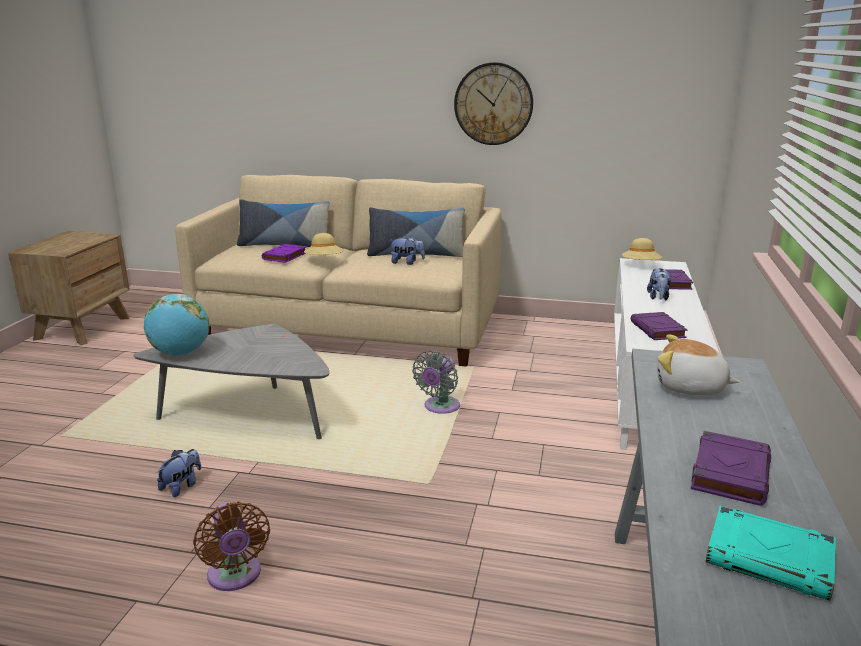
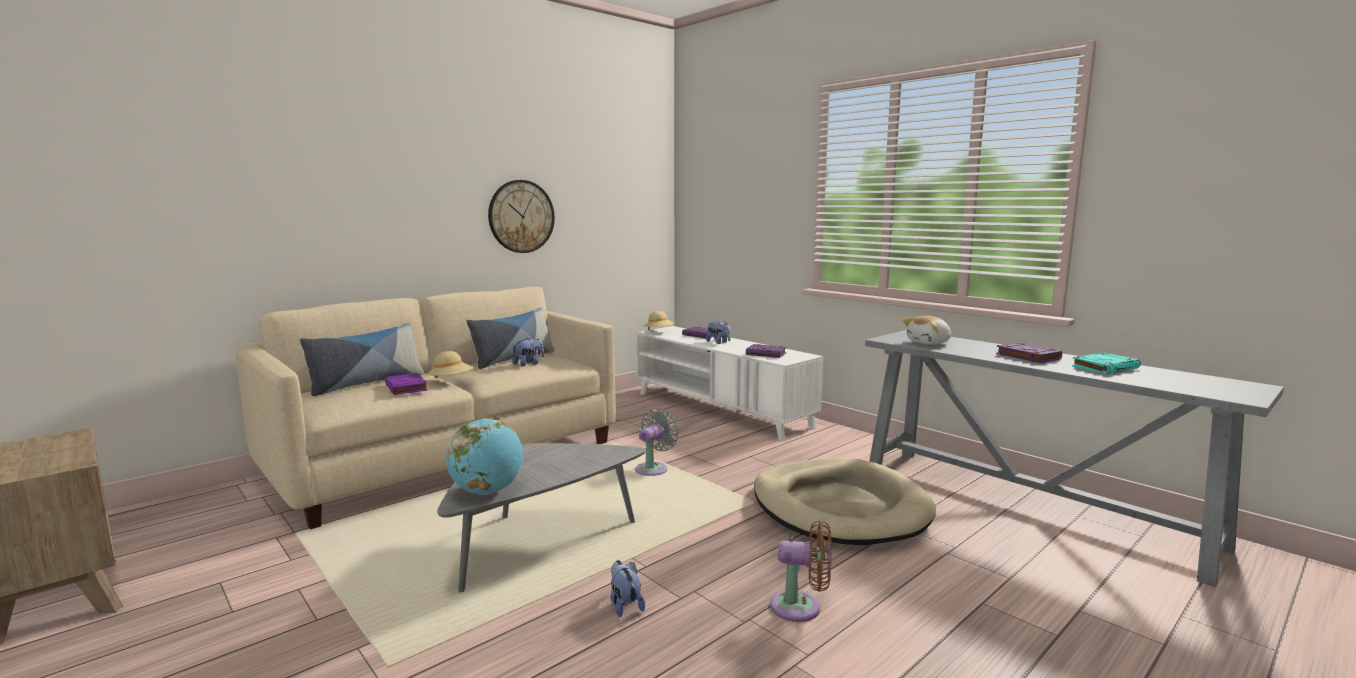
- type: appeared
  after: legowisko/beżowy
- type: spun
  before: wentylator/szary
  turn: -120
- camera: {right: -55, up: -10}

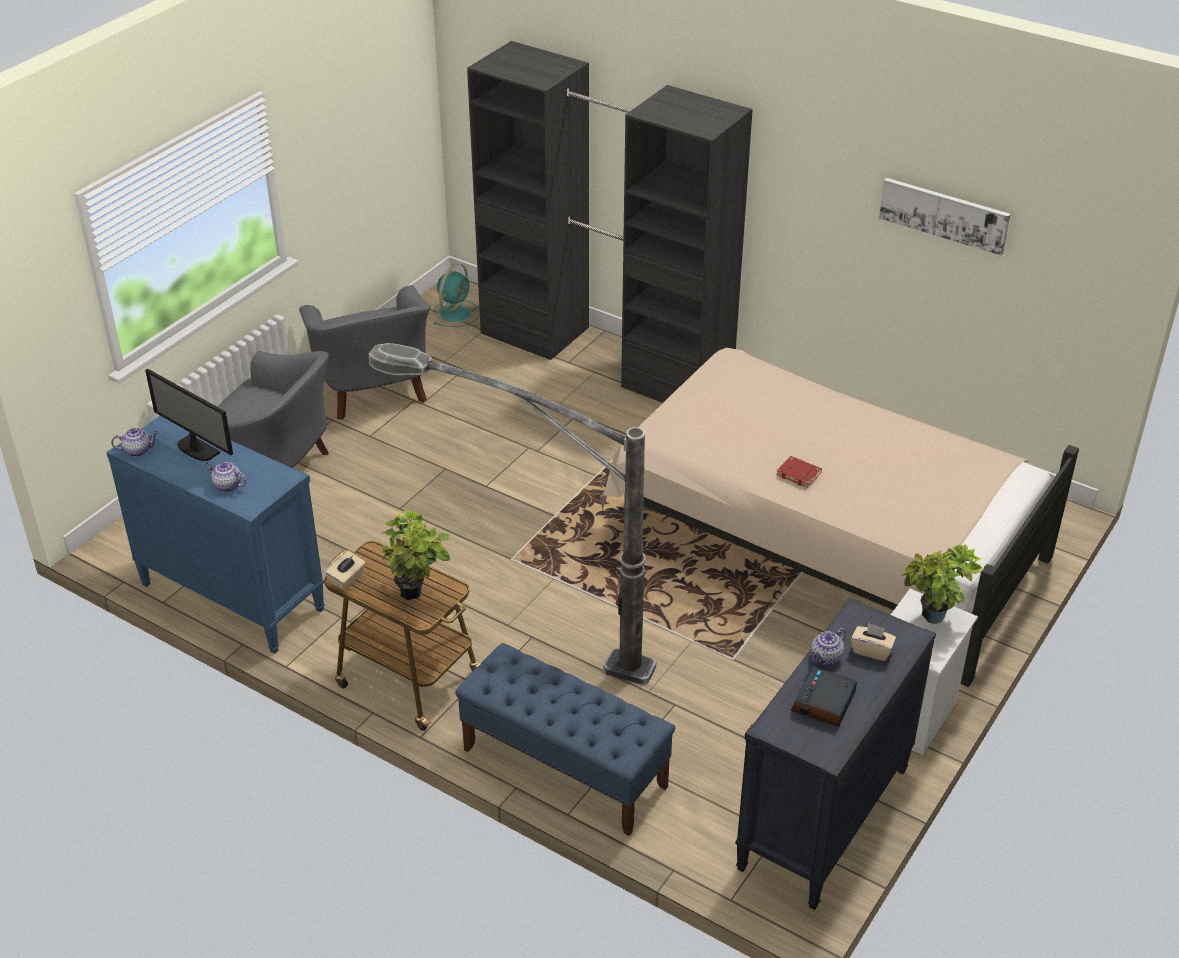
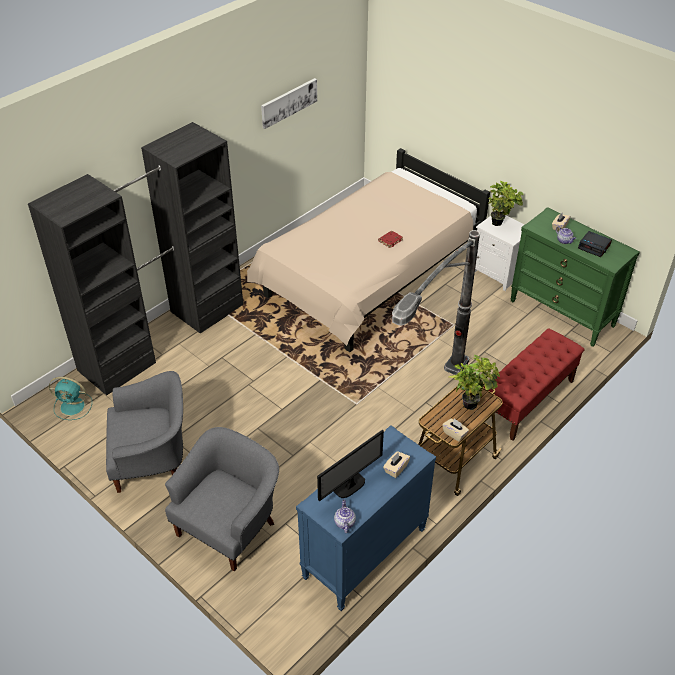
- type: exchanged
  before: imbryk (no. 2 from left)
  after: pudełko chusteczek/beżowy (no. 1 from left)
- type: colour
  before: ławka/niebieski
  after: ławka/czerwony
- type: colour
  before: komoda/czarny
  after: komoda/zielony
- type: spun
  before: wentylator/turkusowy
  turn: 150
- camera: {right: -80, up: 5}

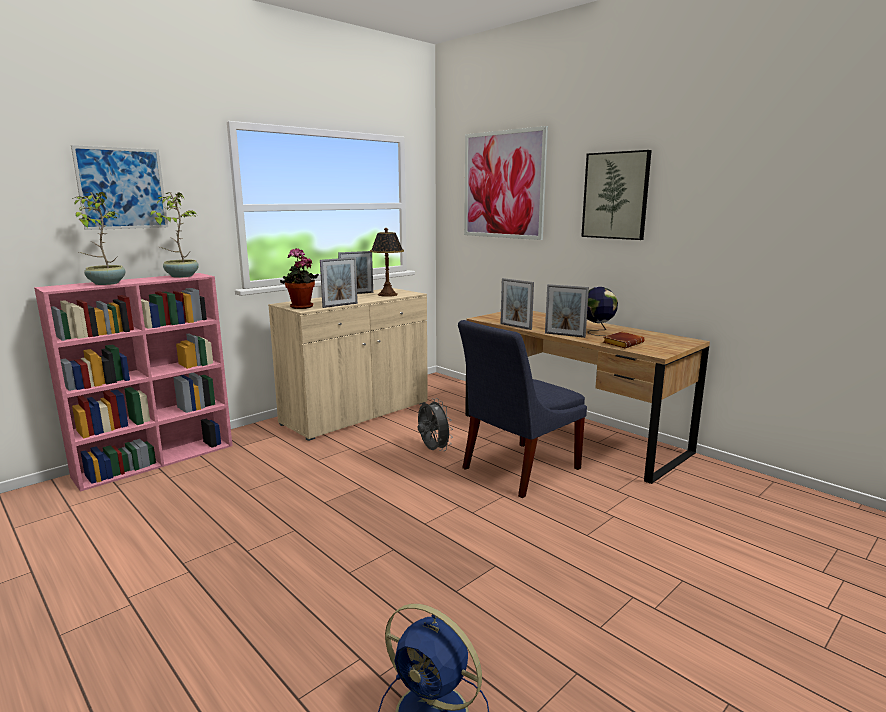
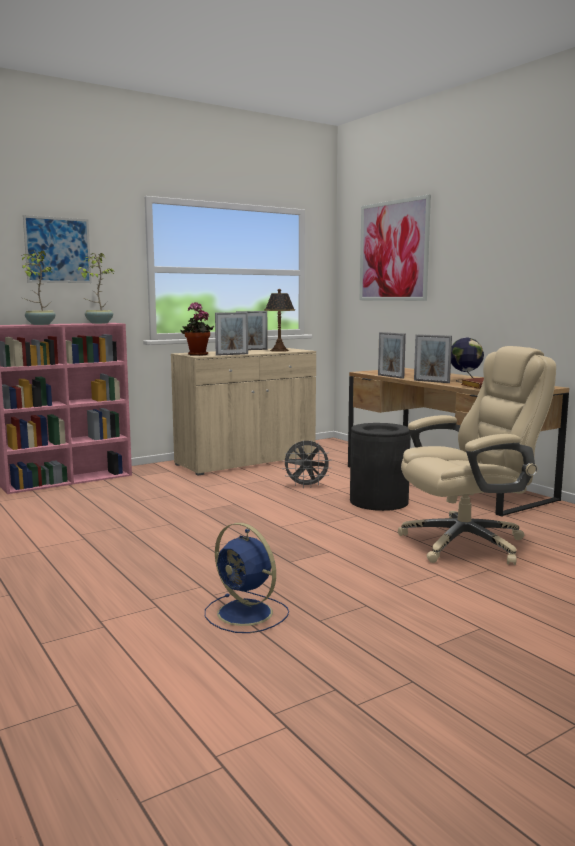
- type: missing
  before: obraz (no. 3 from left)
- type: appeared
  after: krzesło biurowe/beżowy
- type: exchanged
  before: krzesło/niebieski
  after: kosz na śmieci/czarny
- type: spun
  before: wentylator/szary
  turn: 105
- camera: {right: 10, up: -5}

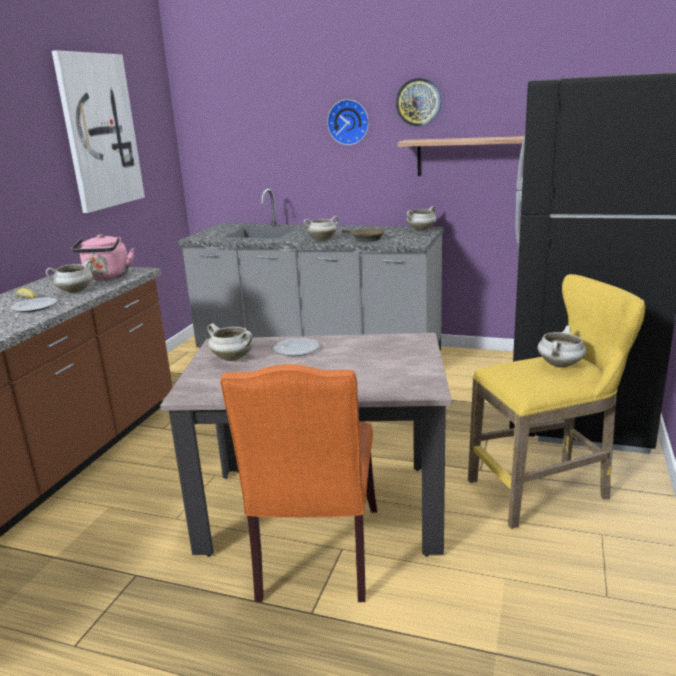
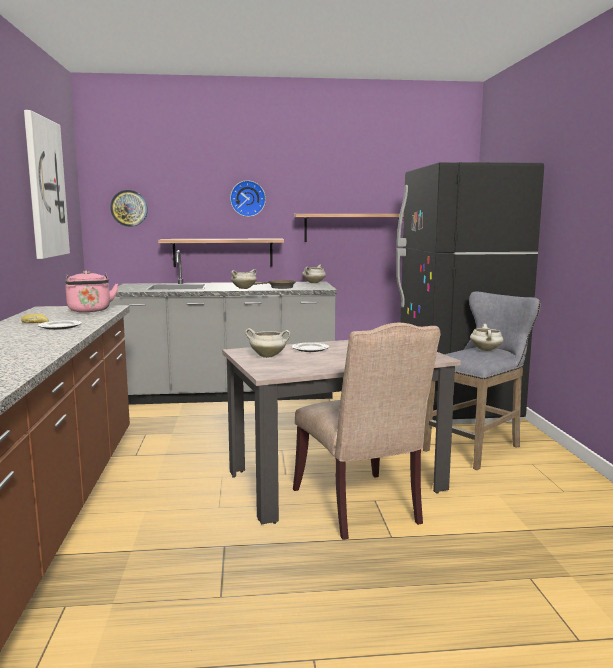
- type: missing
  before: garnek/biały (no. 1 from left)
- type: appeared
  after: półka (no. 1 from left)
- type: relocated
  before: zegar ścienny (no. 2 from left in the first image)
  after: zegar ścienny (no. 1 from left)
- type: colour
  before: krzesło/pomarańczowy
  after: krzesło/beżowy
- type: colour
  before: stołek/żółty
  after: stołek/szary
- camera: {right: -25, up: -10}

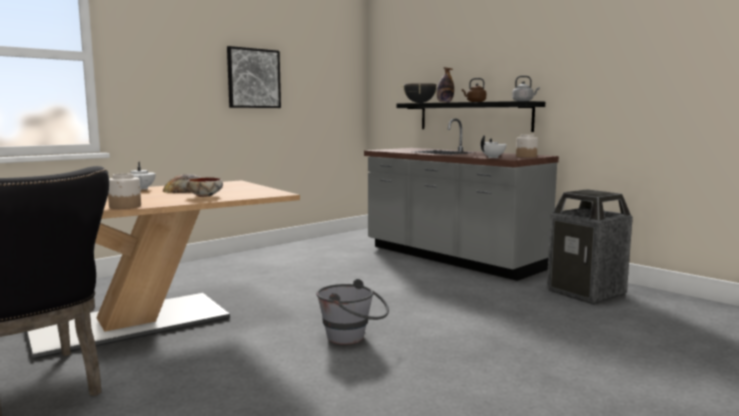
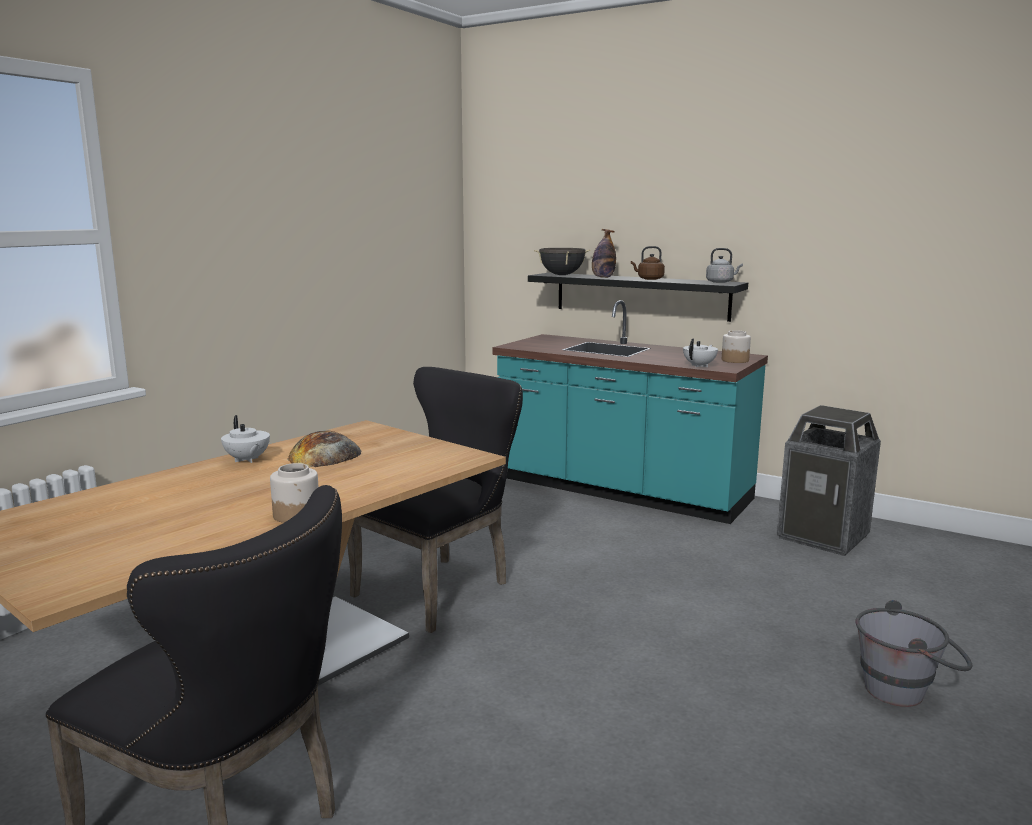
- type: missing
  before: miska
- type: missing
  before: obraz
- type: appeared
  after: krzesło/czarny (no. 2 from left)
- type: relocated
  before: wiadro/szary
- type: colour
  before: zabudowa kuchenna/szary
  after: zabudowa kuchenna/turkusowy
- camera: {right: -15, up: 5}

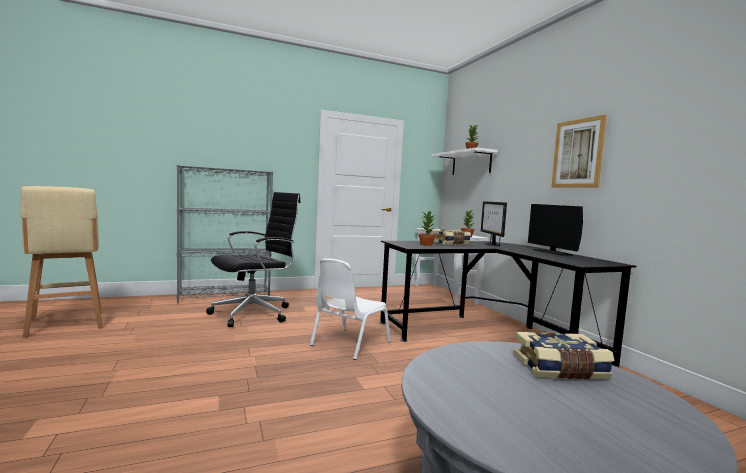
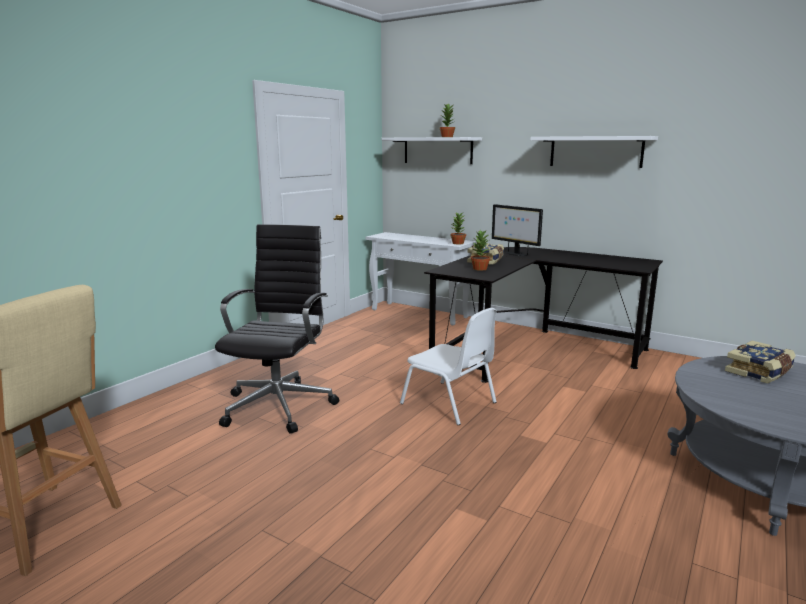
- type: missing
  before: regał/szary
- type: missing
  before: monitor (no. 2 from left)
- type: exchanged
  before: obraz
  after: półka/biały (no. 2 from left)
- type: spun
  before: krzesło/biały
  turn: -45
- camera: {right: -35, up: 10}

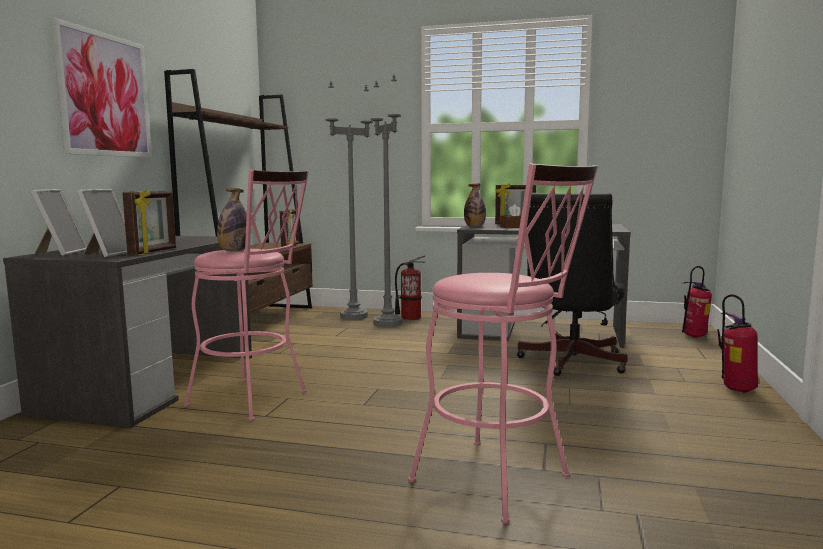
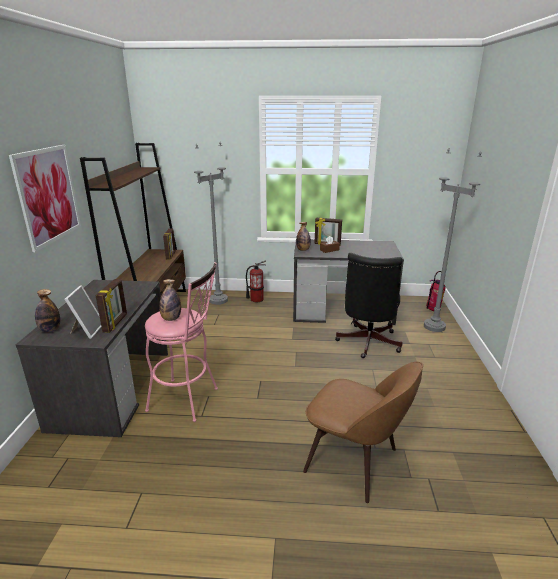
- type: missing
  before: gaśnica (no. 3 from left)
- type: relocated
  before: lampa stojąca/szary (no. 2 from left)
- type: exchanged
  before: ramka na zdjęcie (no. 1 from left)
  after: butelka (no. 1 from left)
- type: exchanged
  before: stołek/różowy (no. 2 from left)
  after: krzesło/brązowy
- camera: {right: -10, up: 15}

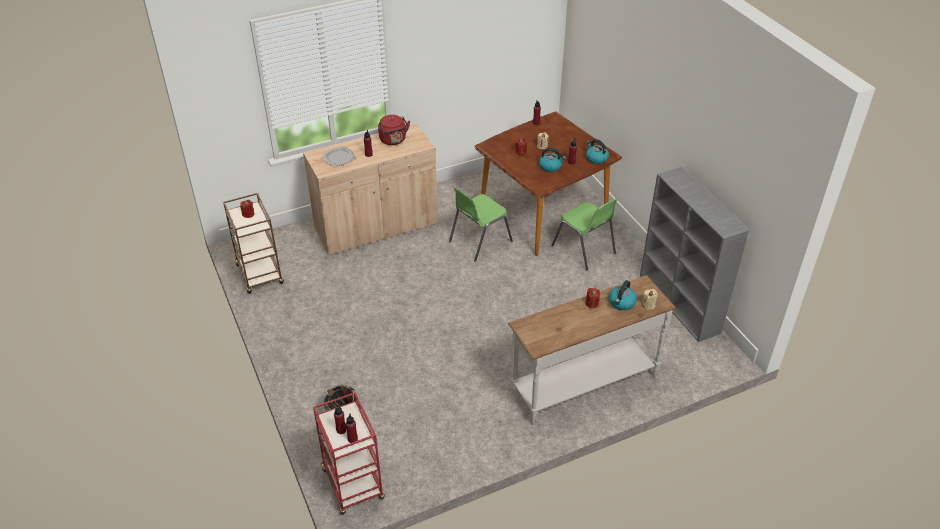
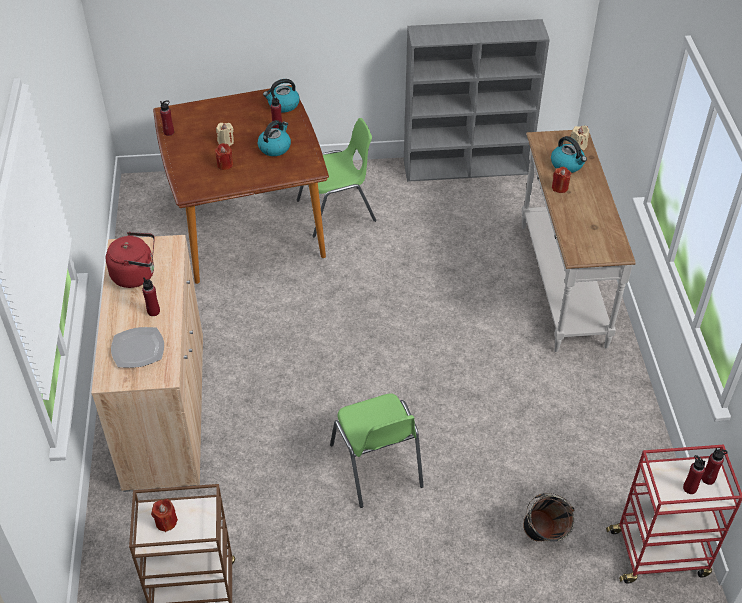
- type: relocated
  before: krzesło/zielony (no. 1 from left in the first image)
  after: krzesło/zielony (no. 2 from left)
- camera: {right: -70, up: 5}

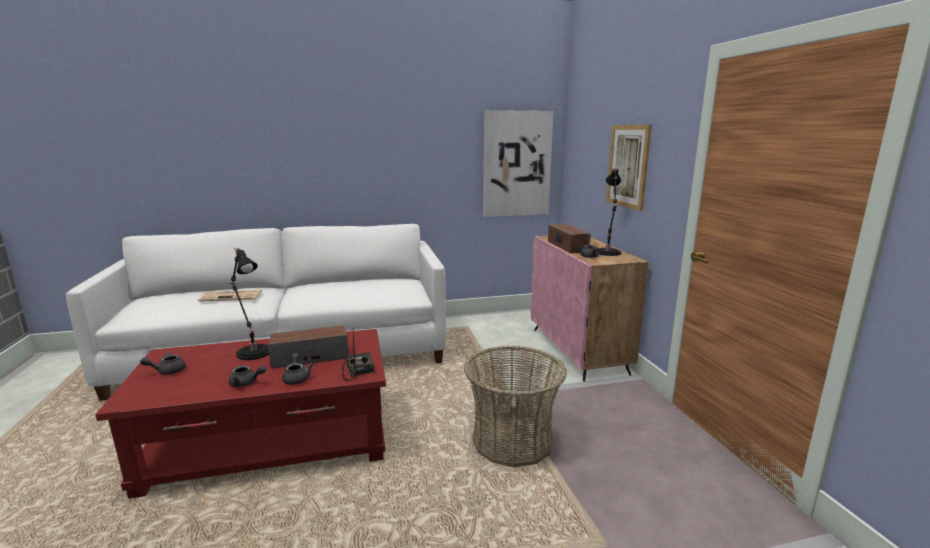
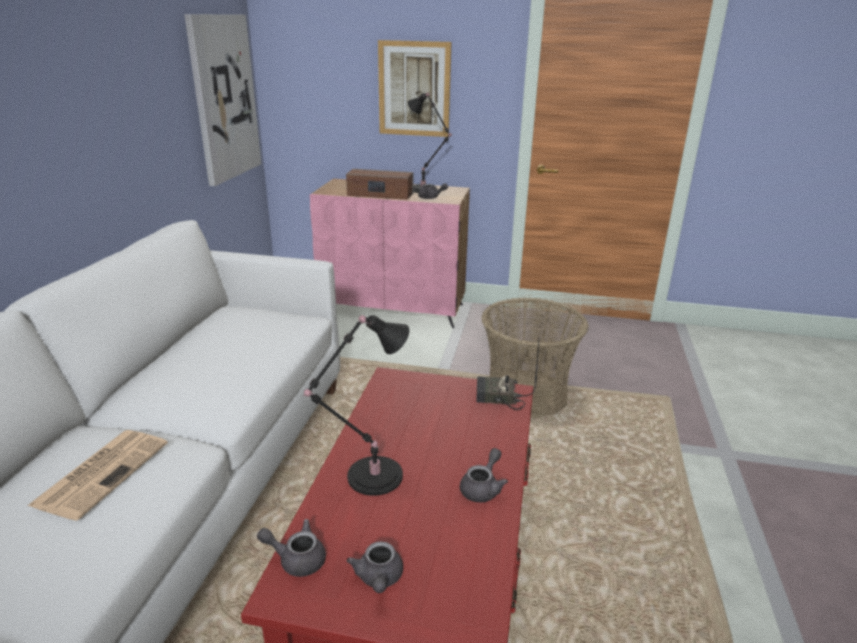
- type: missing
  before: głośnik (no. 1 from left)
- type: relocated
  before: imbryk/szary (no. 3 from left in the first image)
  after: imbryk/szary (no. 1 from left)
- camera: {right: -65, up: 10}

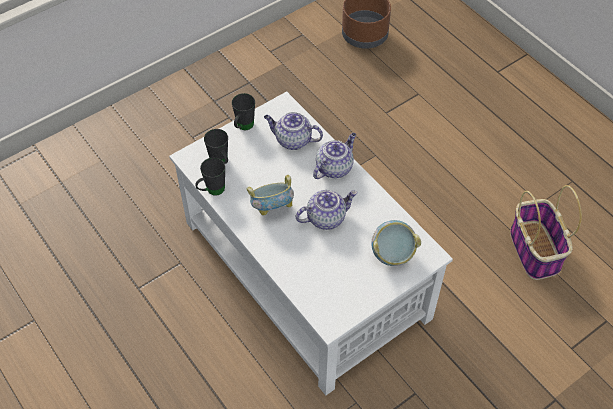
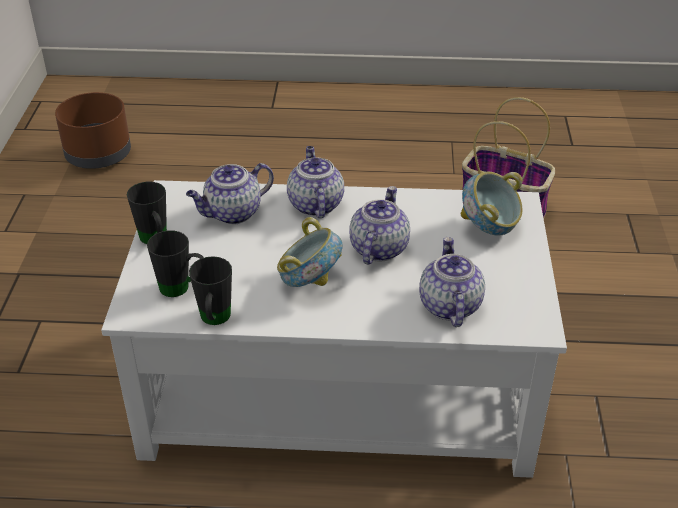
- type: appeared
  after: imbryk (no. 4 from left)
- camera: {right: -50, up: -15}

